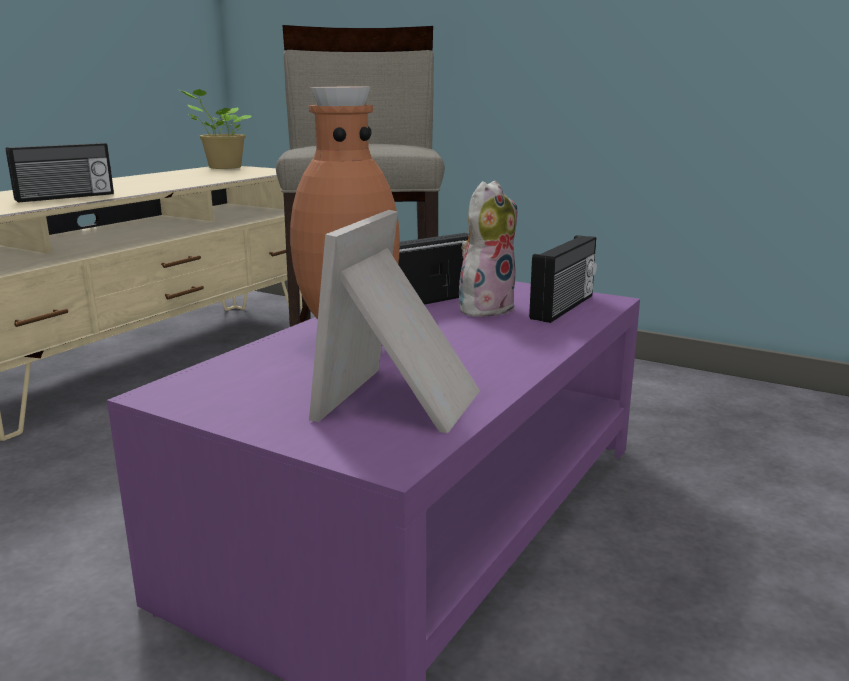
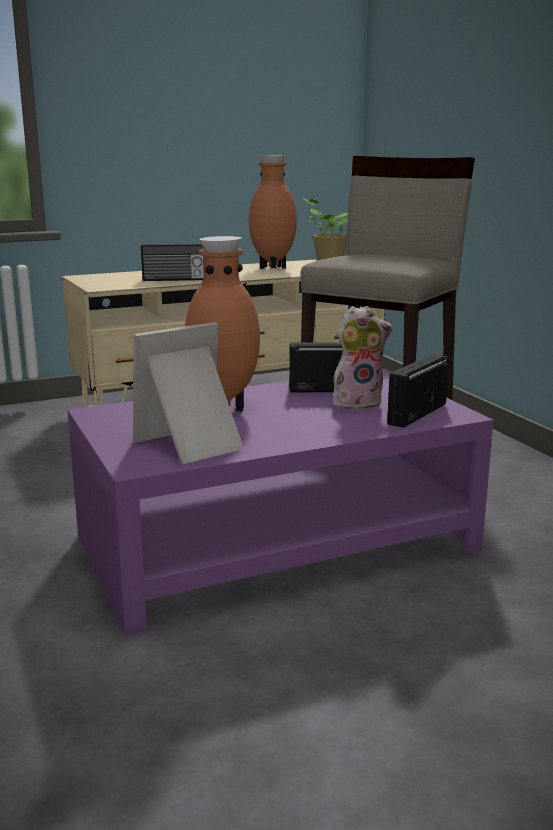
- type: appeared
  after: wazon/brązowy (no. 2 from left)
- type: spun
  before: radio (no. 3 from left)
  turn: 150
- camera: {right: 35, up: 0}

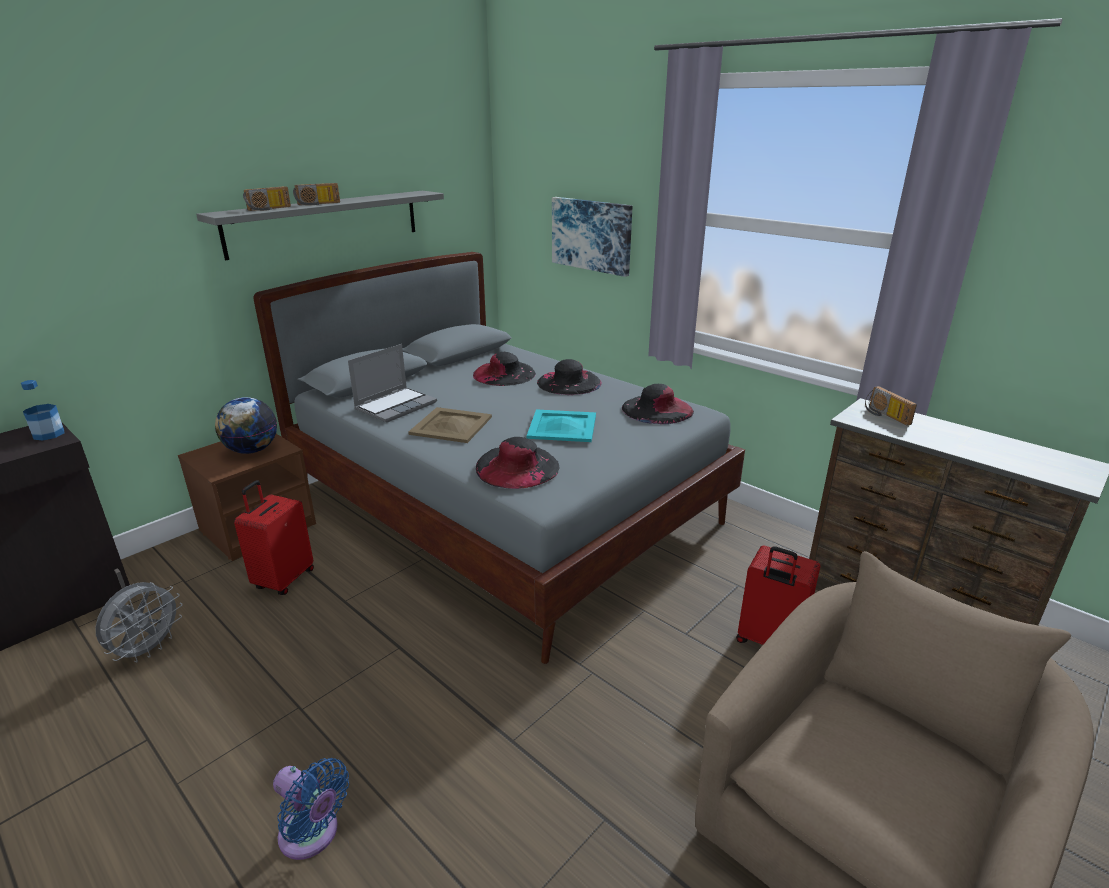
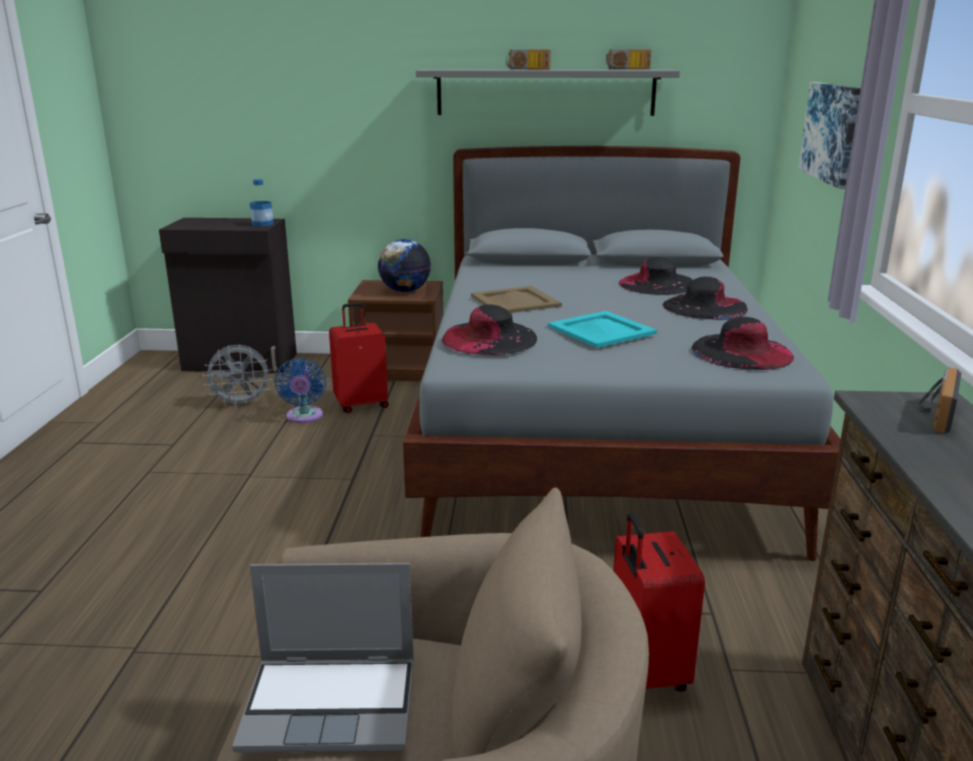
- type: relocated
  before: radio (no. 1 from left in the first image)
  after: radio (no. 2 from left)
- type: relocated
  before: wentylator/niebieski
- type: relocated
  before: laptop
- camera: {right: 50, up: -5}

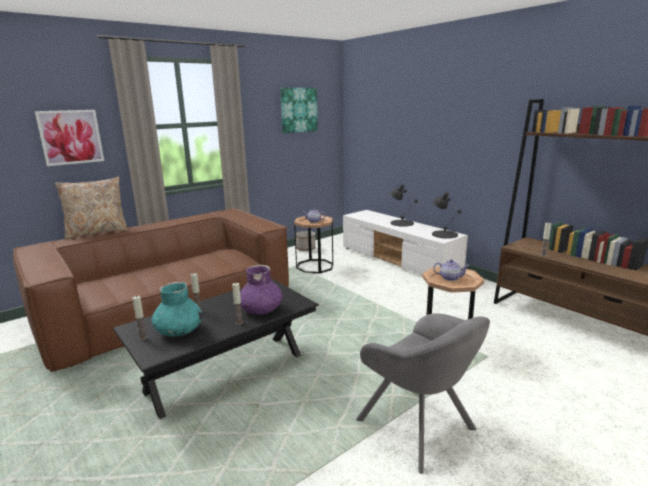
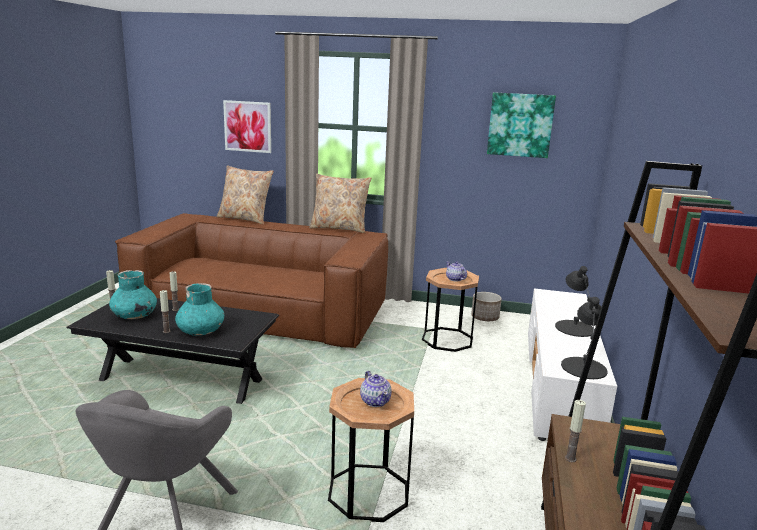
- type: appeared
  after: poduszka/beżowy (no. 2 from left)
- type: colour
  before: wazon/fioletowy
  after: wazon/turkusowy (no. 2 from left)
- camera: {right: 50, up: 0}

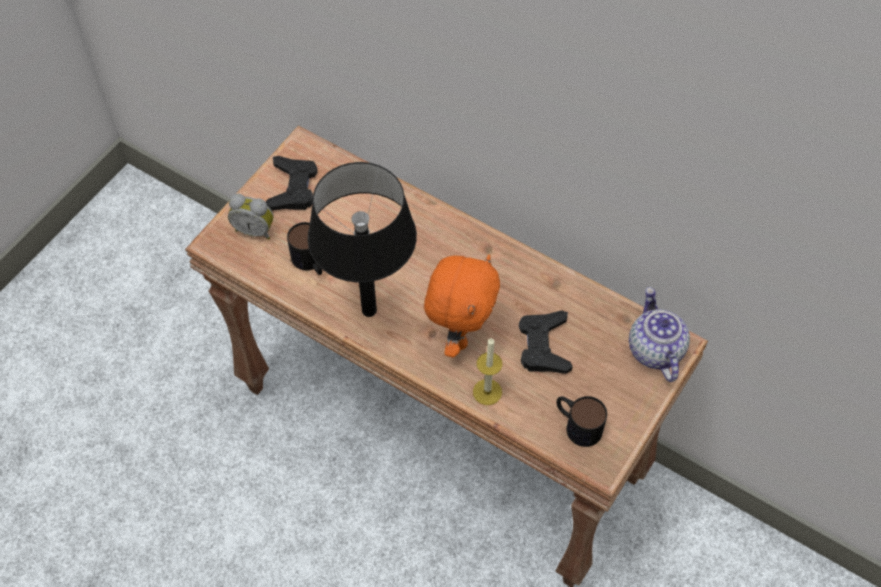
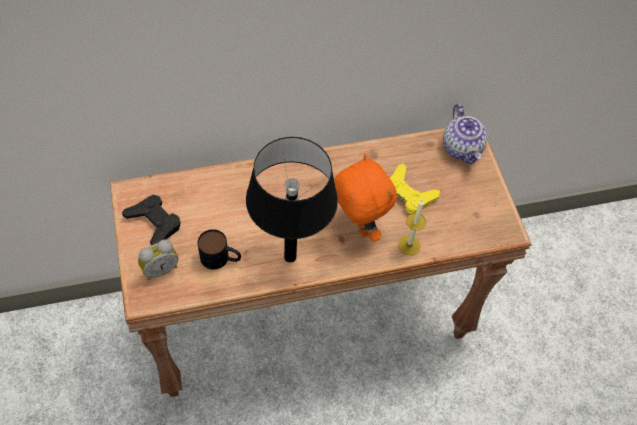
- type: missing
  before: kubek (no. 2 from left)
- type: colour
  before: pad do gier/czarny (no. 2 from left)
  after: pad do gier/żółty
- type: spun
  before: imbryk
  turn: -135
- camera: {right: -50, up: 0}

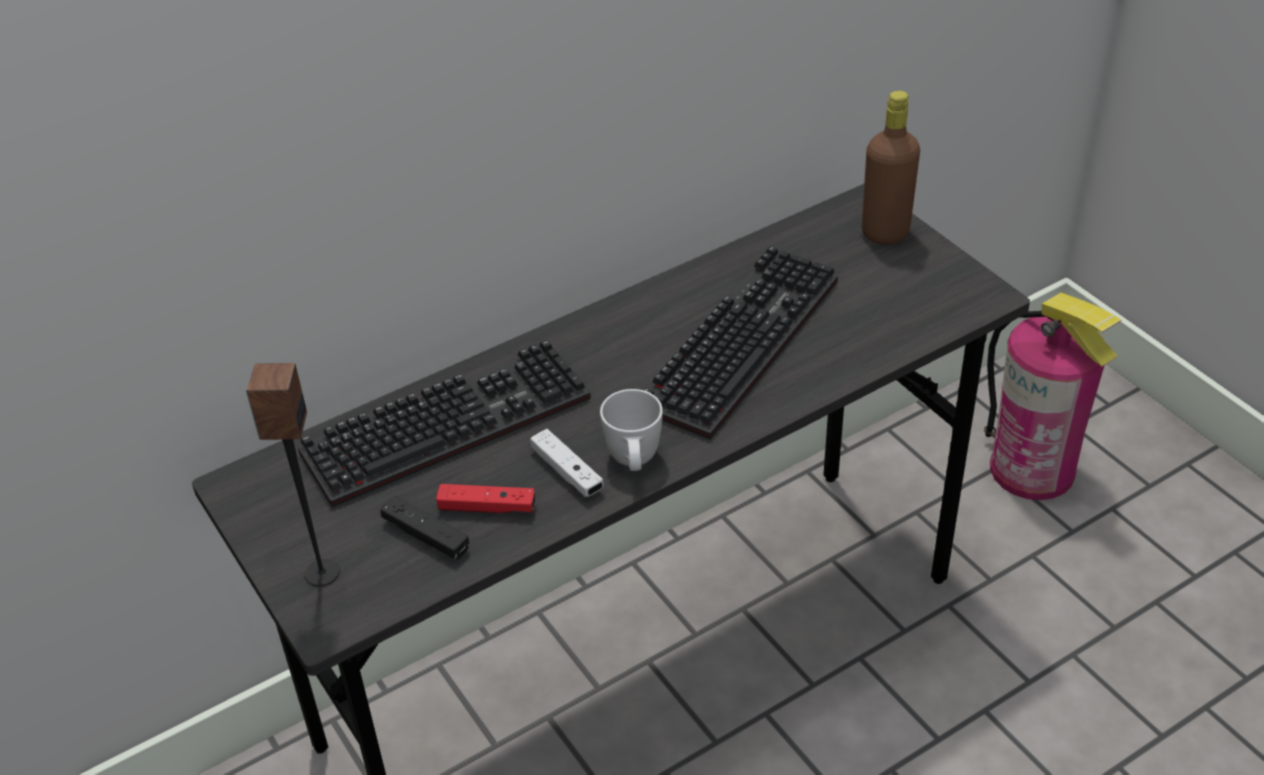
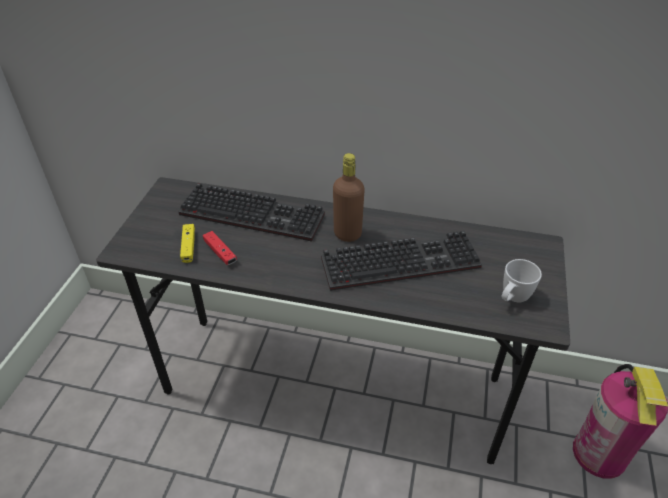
- type: missing
  before: głośnik
- type: missing
  before: pad do gier/biały
- type: relocated
  before: kubek/biały
- type: relocated
  before: butelka/brązowy
- type: colour
  before: pad do gier/czarny
  after: pad do gier/żółty
- camera: {right: 45, up: 0}

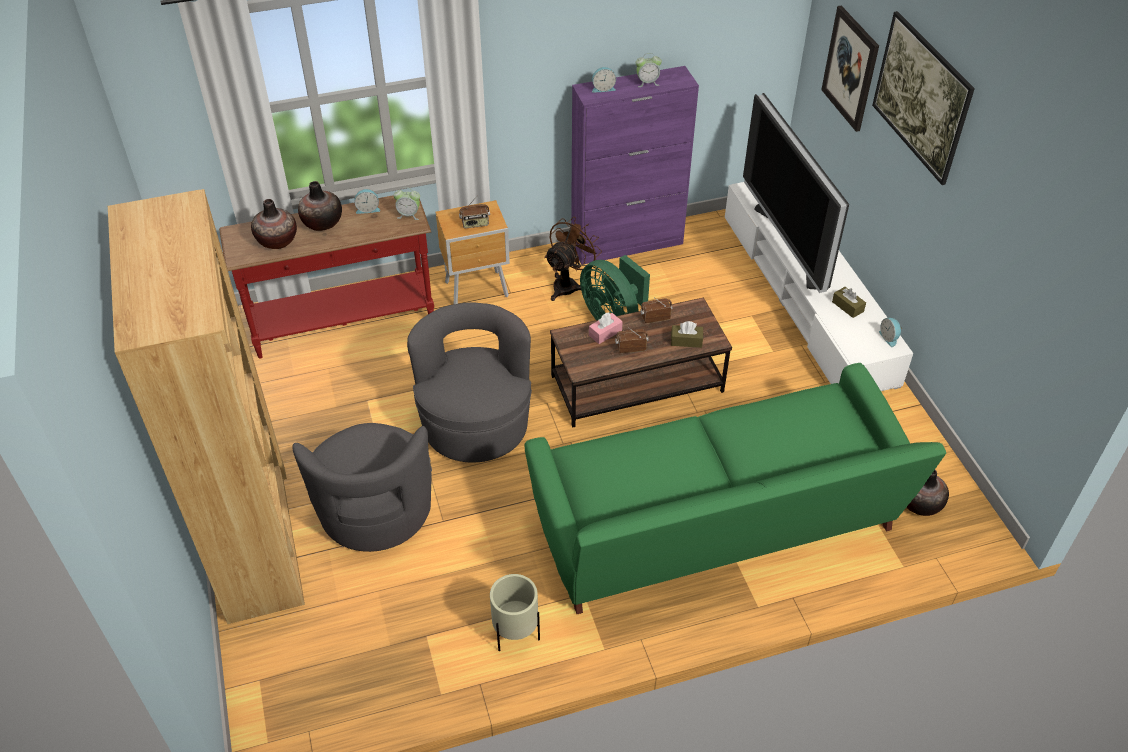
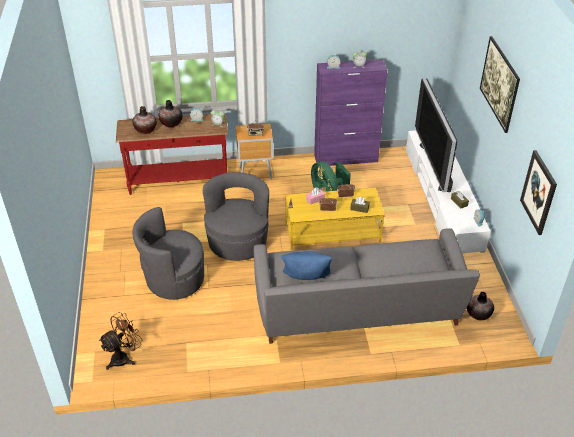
- type: missing
  before: regał/brązowy
- type: missing
  before: donica/beżowy
- type: appeared
  after: poduszka/niebieski
- type: relocated
  before: wentylator/brązowy
- type: relocated
  before: obraz (no. 1 from left in the first image)
  after: obraz (no. 2 from left)
- type: colour
  before: kanapa/zielony
  after: kanapa/szary
- type: colour
  before: ława/brązowy
  after: ława/żółty
- type: spun
  before: fotel/szary (no. 1 from left)
  turn: 75
- camera: {right: 10, up: -5}

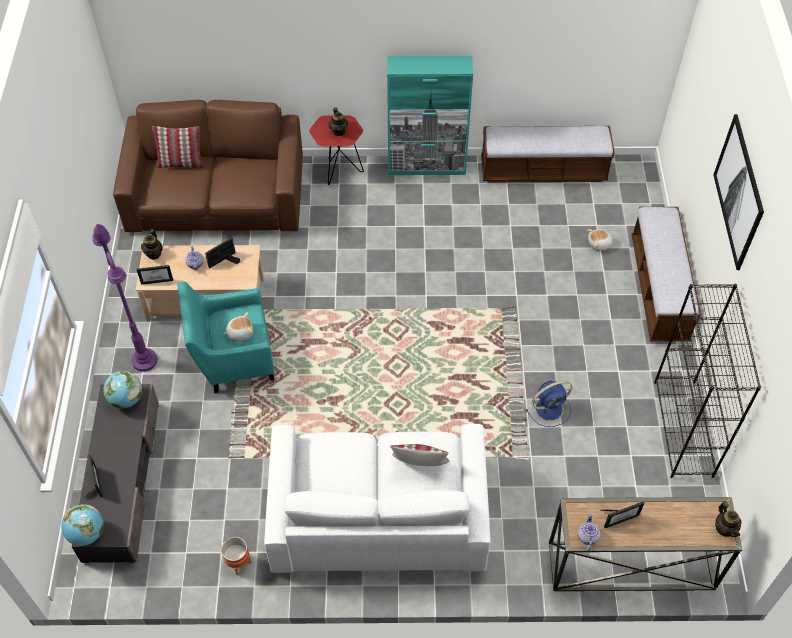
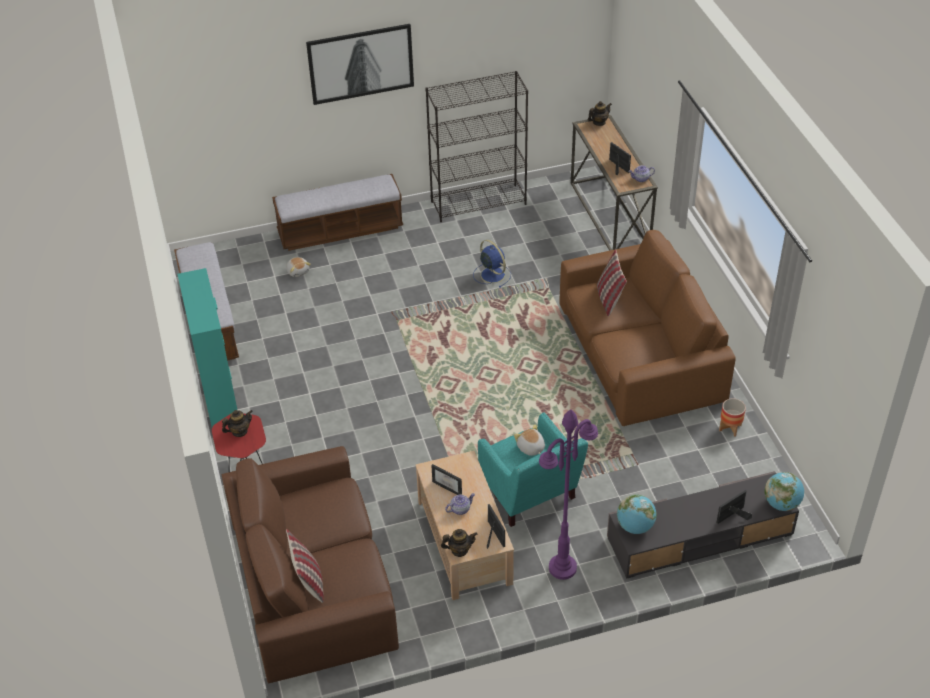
- type: colour
  before: kanapa/biały
  after: kanapa/brązowy (no. 2 from left)
- camera: {right: -105, up: -10}

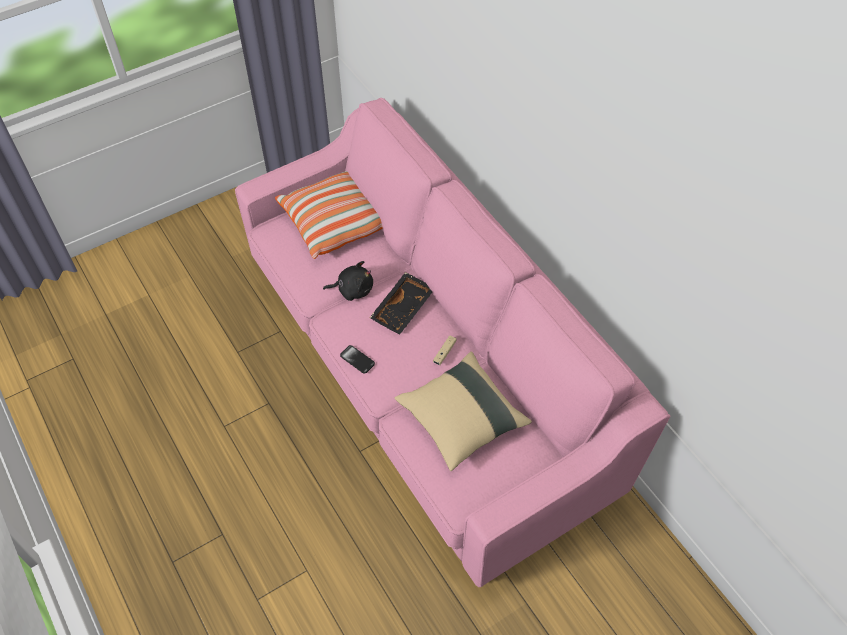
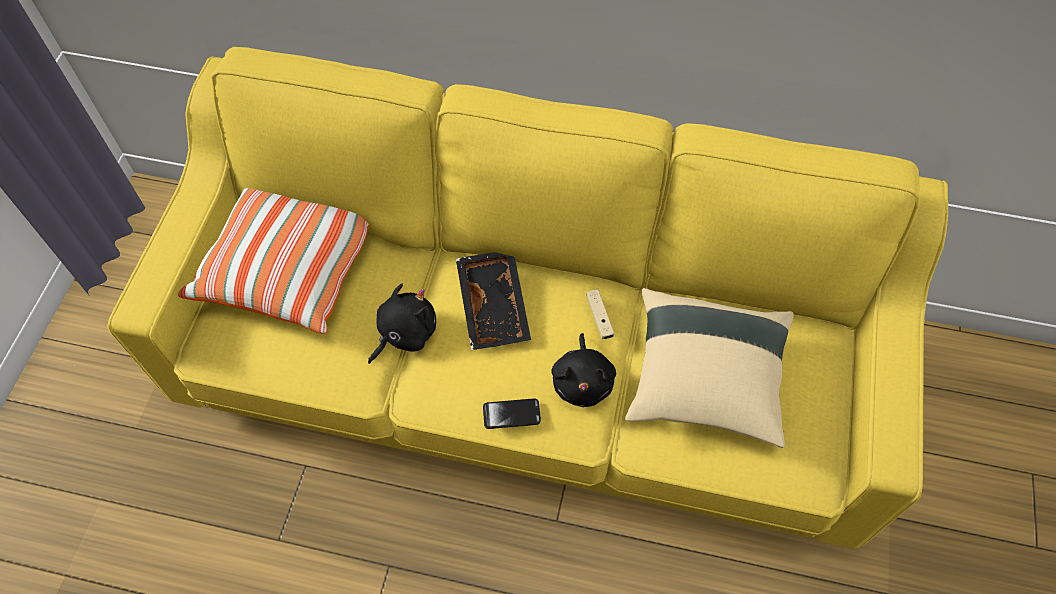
- type: appeared
  after: pluszak/czarny (no. 2 from left)
- type: colour
  before: kanapa/różowy
  after: kanapa/żółty
- camera: {right: -45, up: 5}

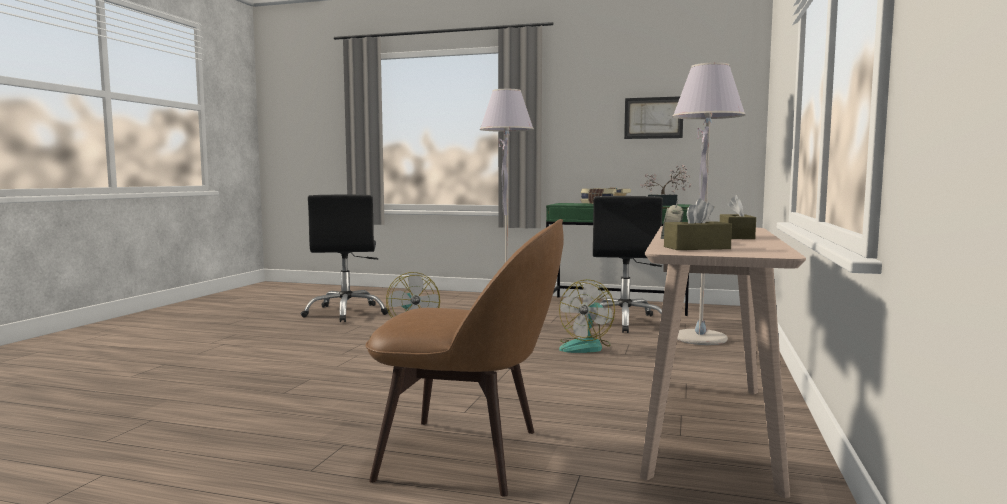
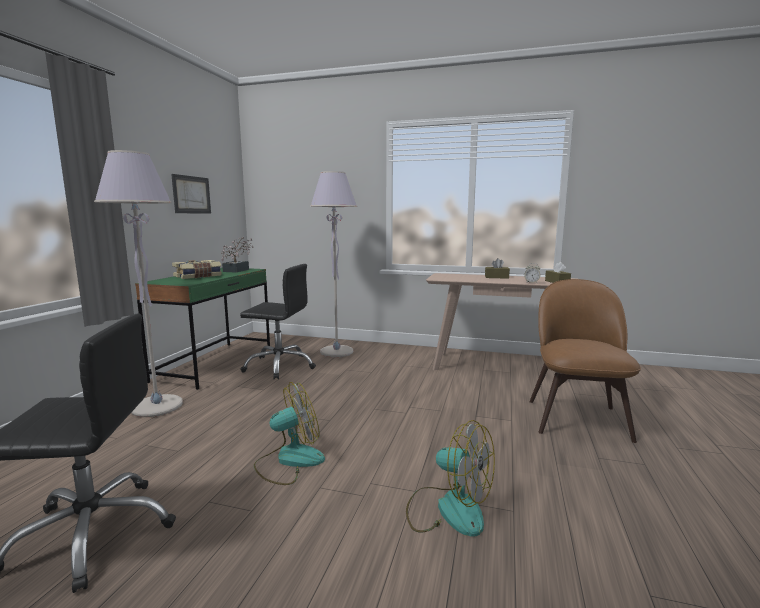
- type: relocated
  before: wentylator (no. 2 from left)
- camera: {right: -90, up: 5}

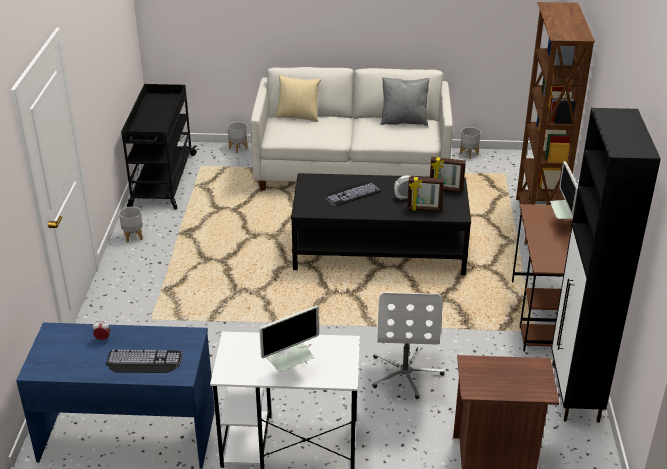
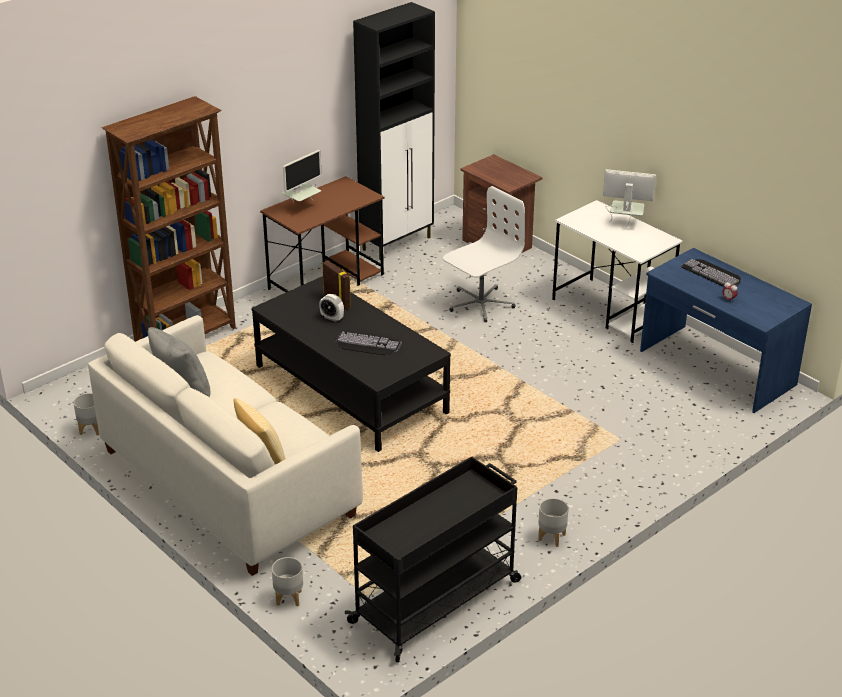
- type: missing
  before: ramka na zdjęcie (no. 2 from left)
- camera: {right: -135, up: 0}

